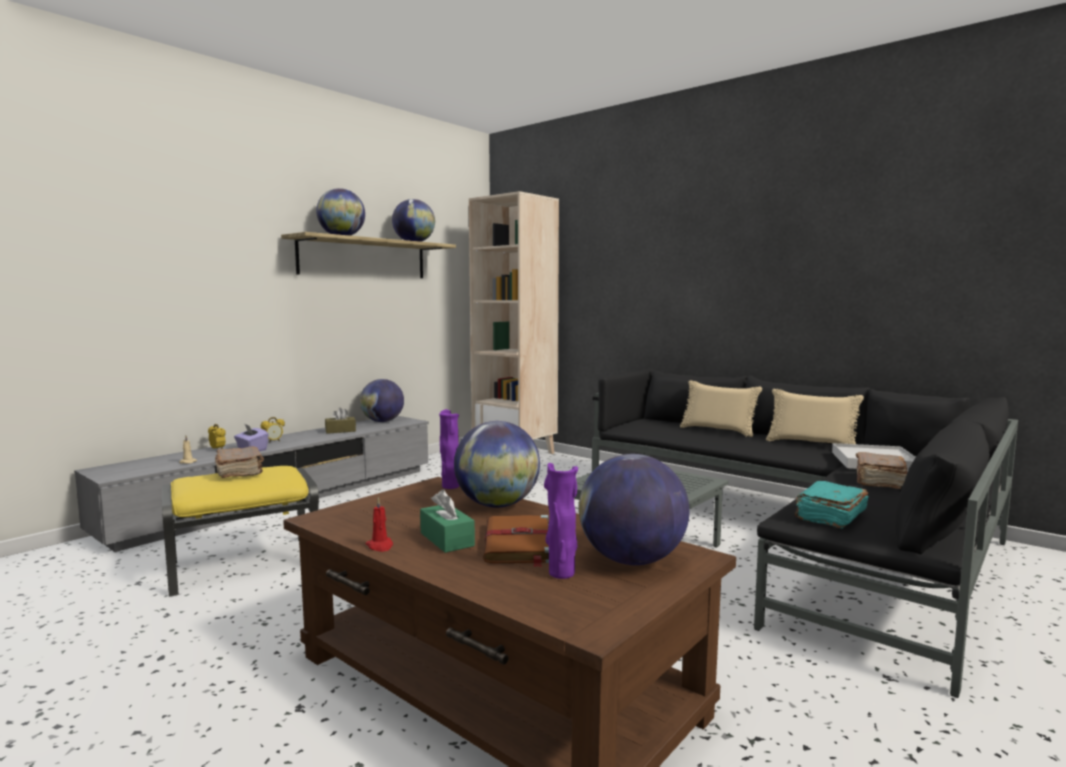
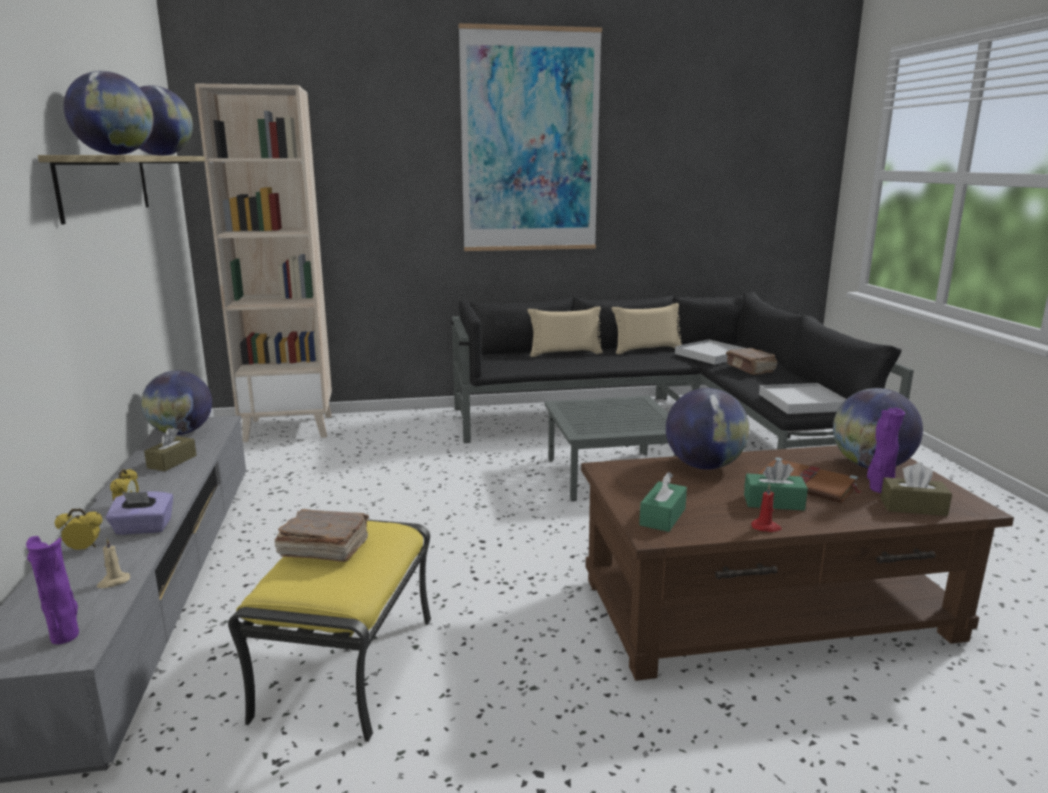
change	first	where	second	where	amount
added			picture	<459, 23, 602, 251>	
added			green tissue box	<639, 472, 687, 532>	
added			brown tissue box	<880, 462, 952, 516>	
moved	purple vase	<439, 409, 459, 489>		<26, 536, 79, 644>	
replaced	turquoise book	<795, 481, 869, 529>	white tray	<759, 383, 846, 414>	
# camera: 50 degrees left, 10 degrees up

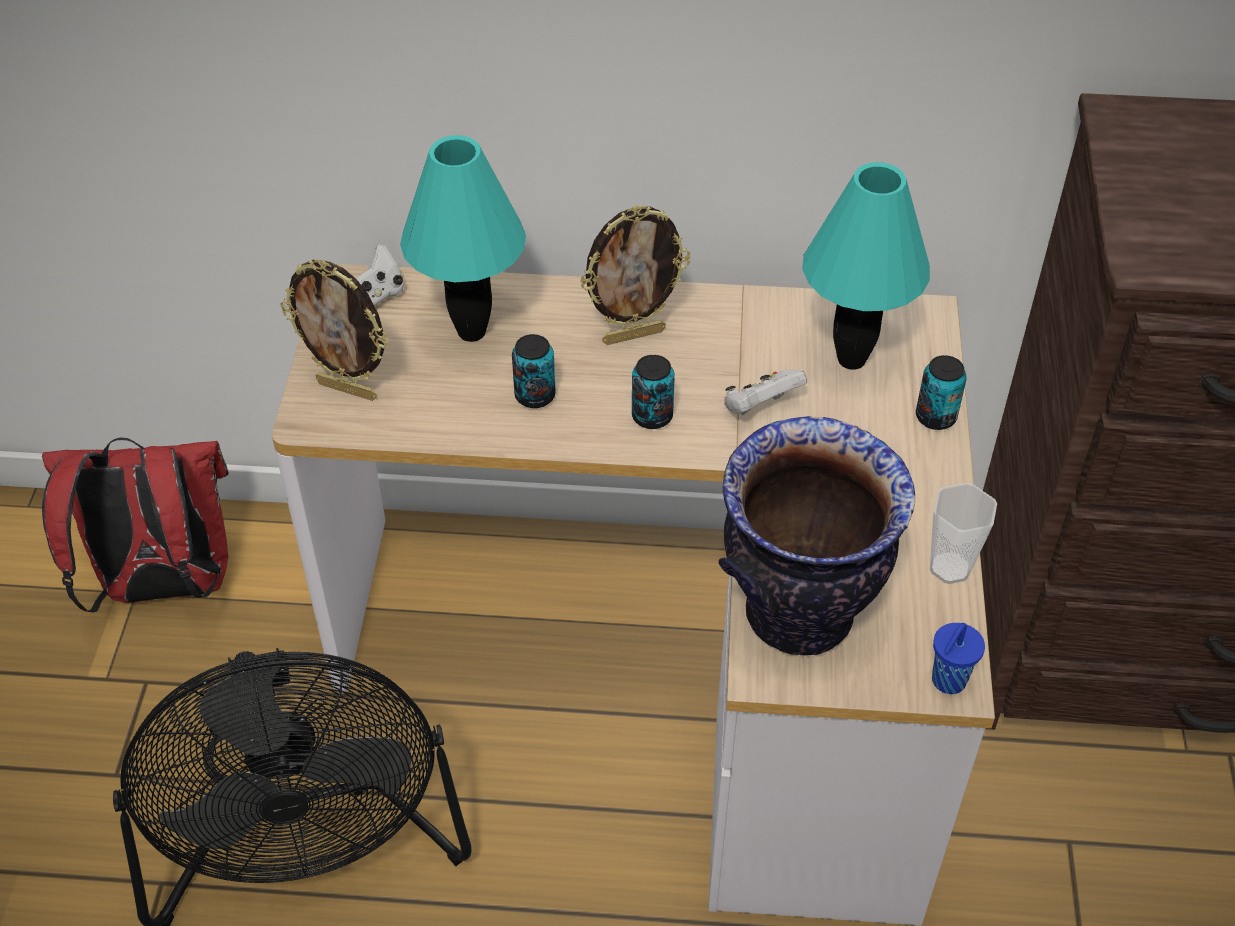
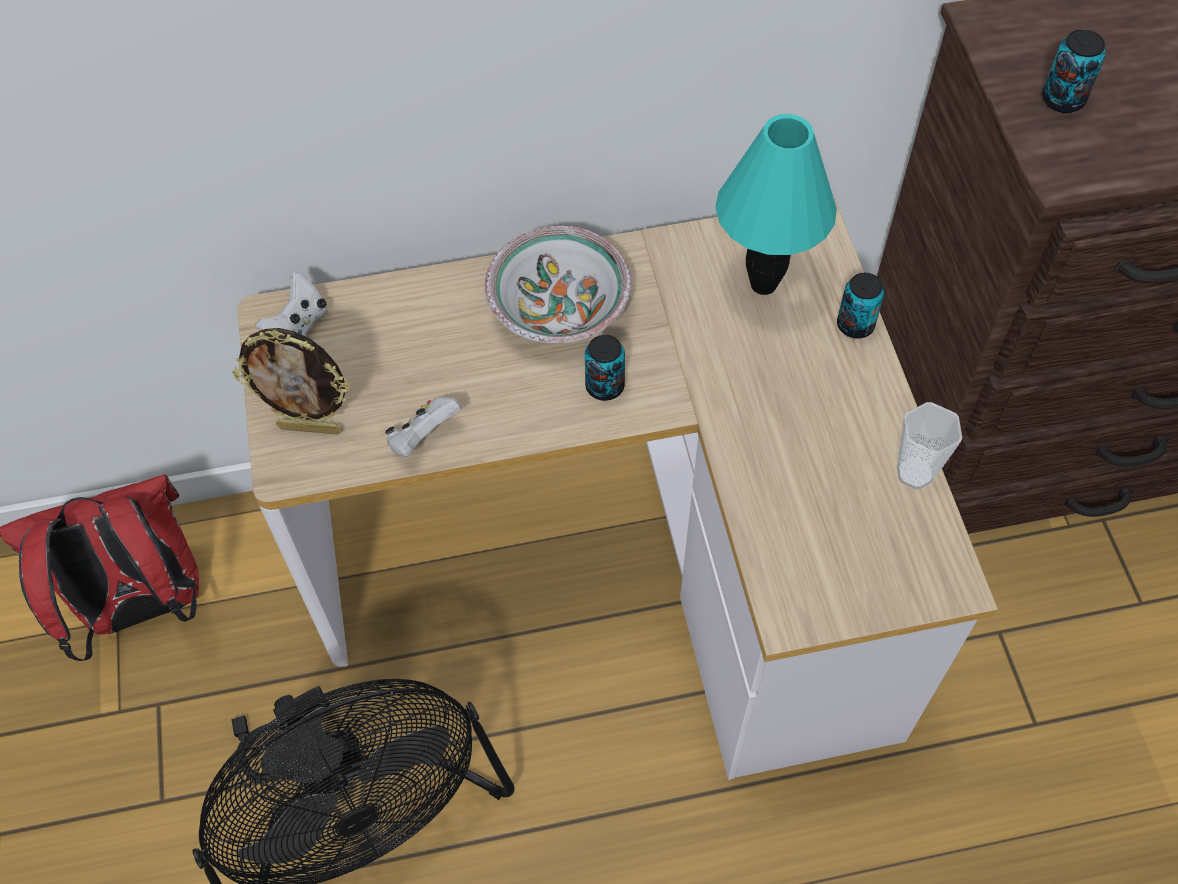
change	first	where	second	where	amount
removed	turquoise table lamp	<400, 135, 526, 342>			
removed	vase	<719, 416, 915, 656>			
removed	blue cup	<932, 623, 985, 694>			
moved	can	<512, 334, 556, 408>		<1042, 29, 1106, 113>	
moved	white game controller	<724, 370, 807, 415>		<385, 397, 461, 457>	
replaced	picture frame	<580, 205, 691, 345>	bowl	<485, 226, 632, 343>	
# camera: 15 degrees left, 10 degrees up

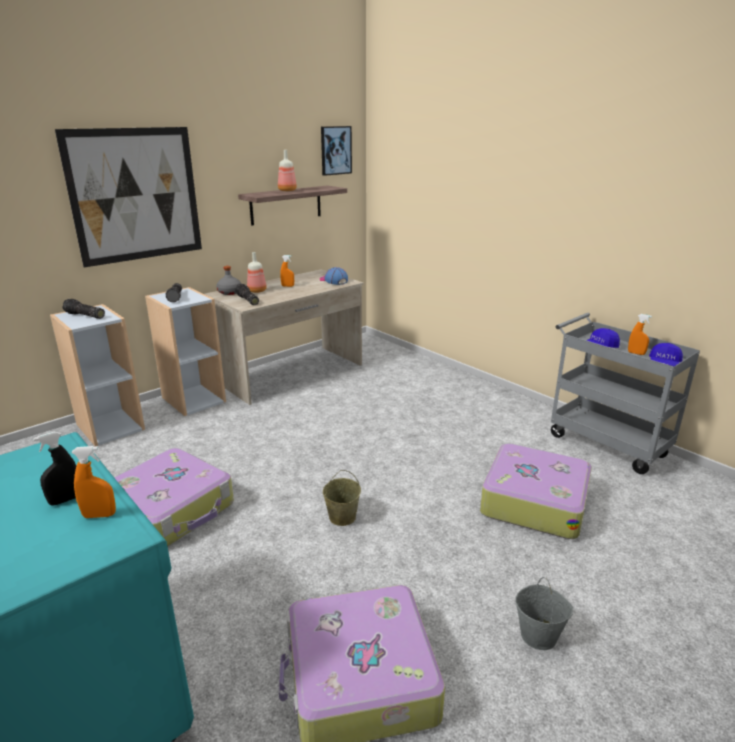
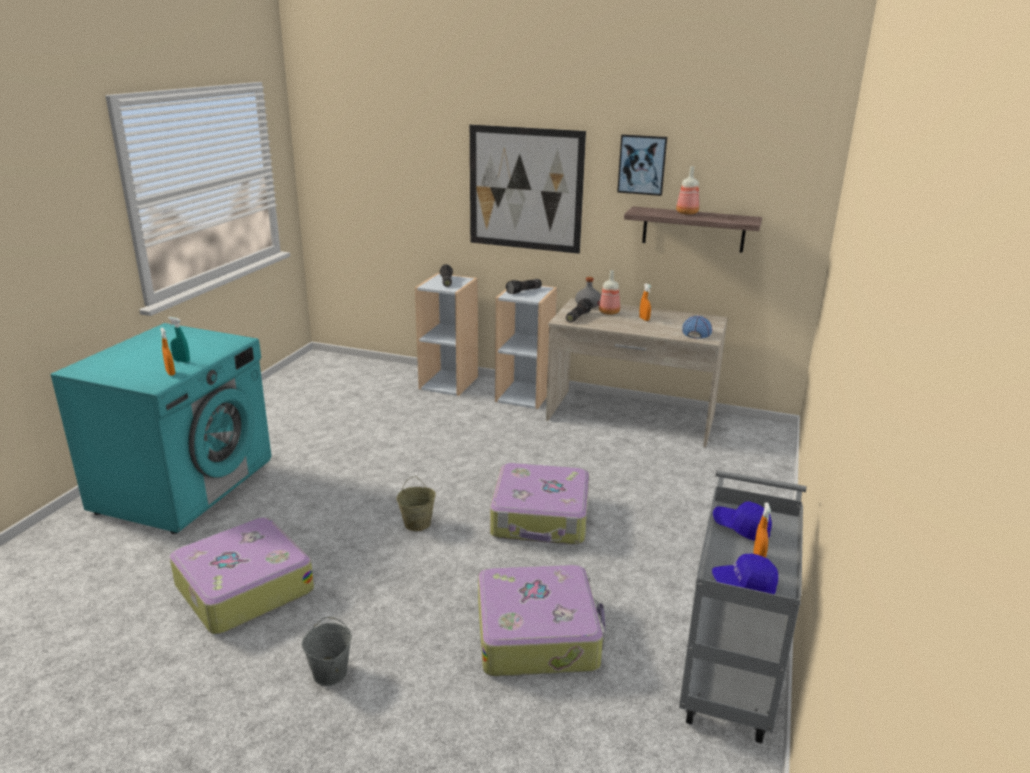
change	first	where	second	where	amount
moved	suitcase	<114, 448, 234, 546>		<490, 463, 589, 545>	
moved	picture	<321, 126, 352, 176>		<617, 134, 667, 196>	
recoloured	black spray bottle	<33, 432, 76, 505>	turquoise spray bottle	<168, 317, 190, 363>	
# camera: 60 degrees right, 0 degrees up

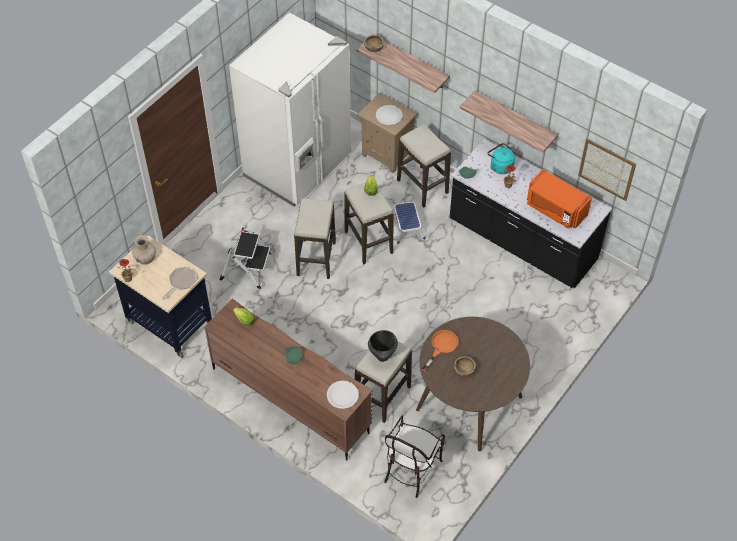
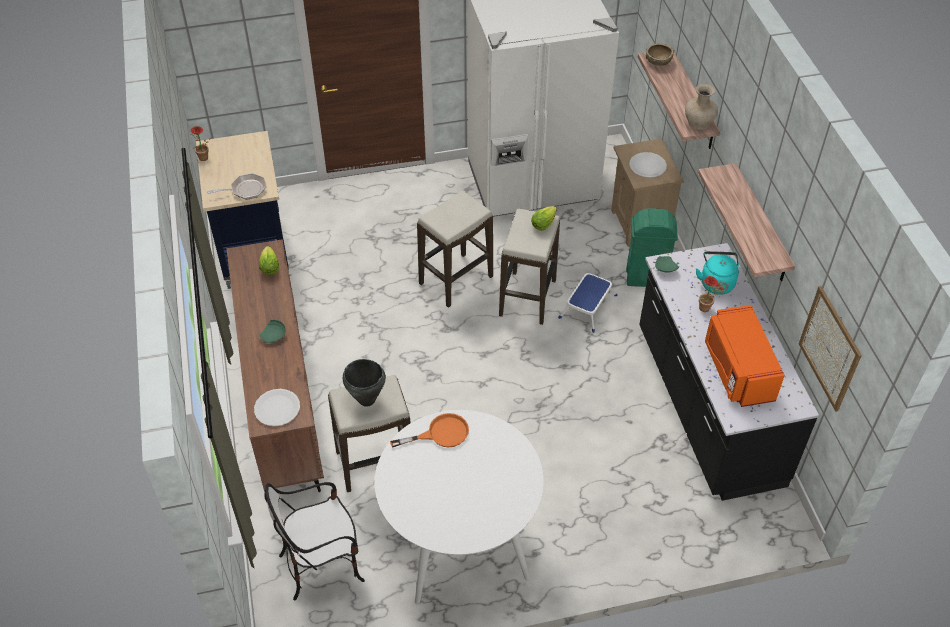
change	first	where	second	where	amount
removed	step ladder	<220, 227, 271, 289>			
removed	brown bowl	<453, 356, 477, 377>			
moved	beige vase	<132, 235, 156, 265>		<685, 84, 718, 130>	
replaced	stool	<397, 124, 451, 208>	green trash can	<626, 208, 678, 287>	
recoloured	brown dining table	<416, 317, 530, 451>	white dining table	<375, 410, 544, 604>	
# camera: 40 degrees right, 5 degrees down

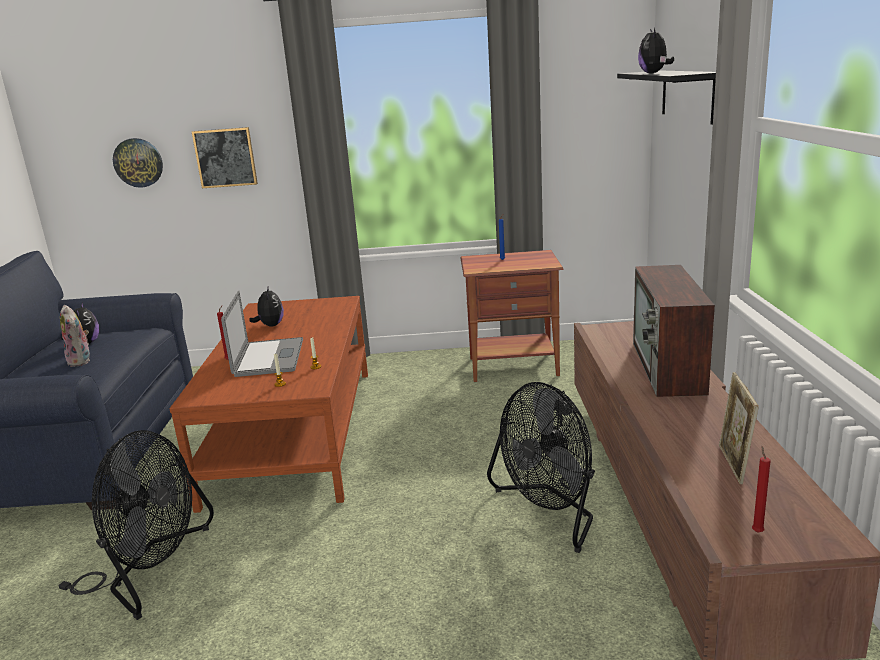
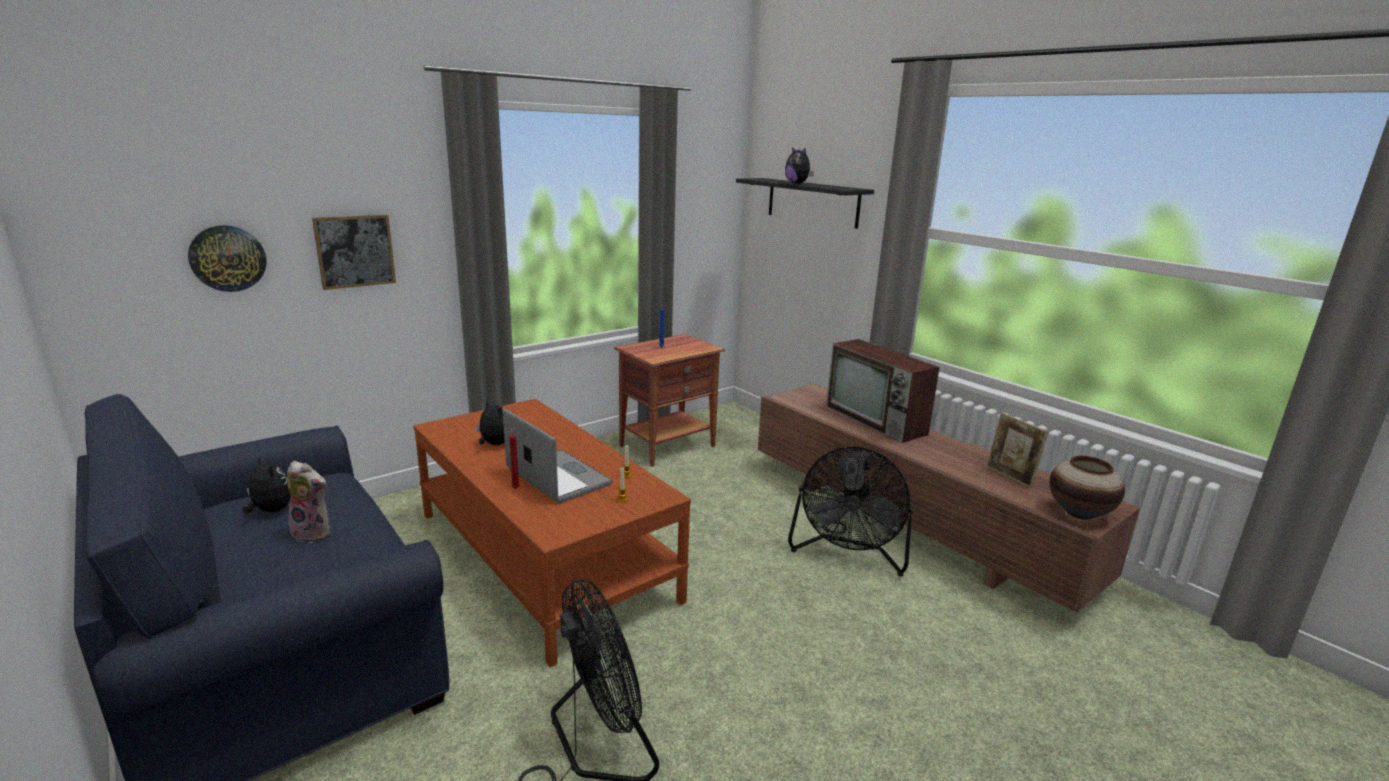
change	first	where	second	where	amount
replaced	red candle	<752, 446, 770, 533>	vase	<1049, 456, 1125, 520>	
# camera: 40 degrees left, 0 degrees up

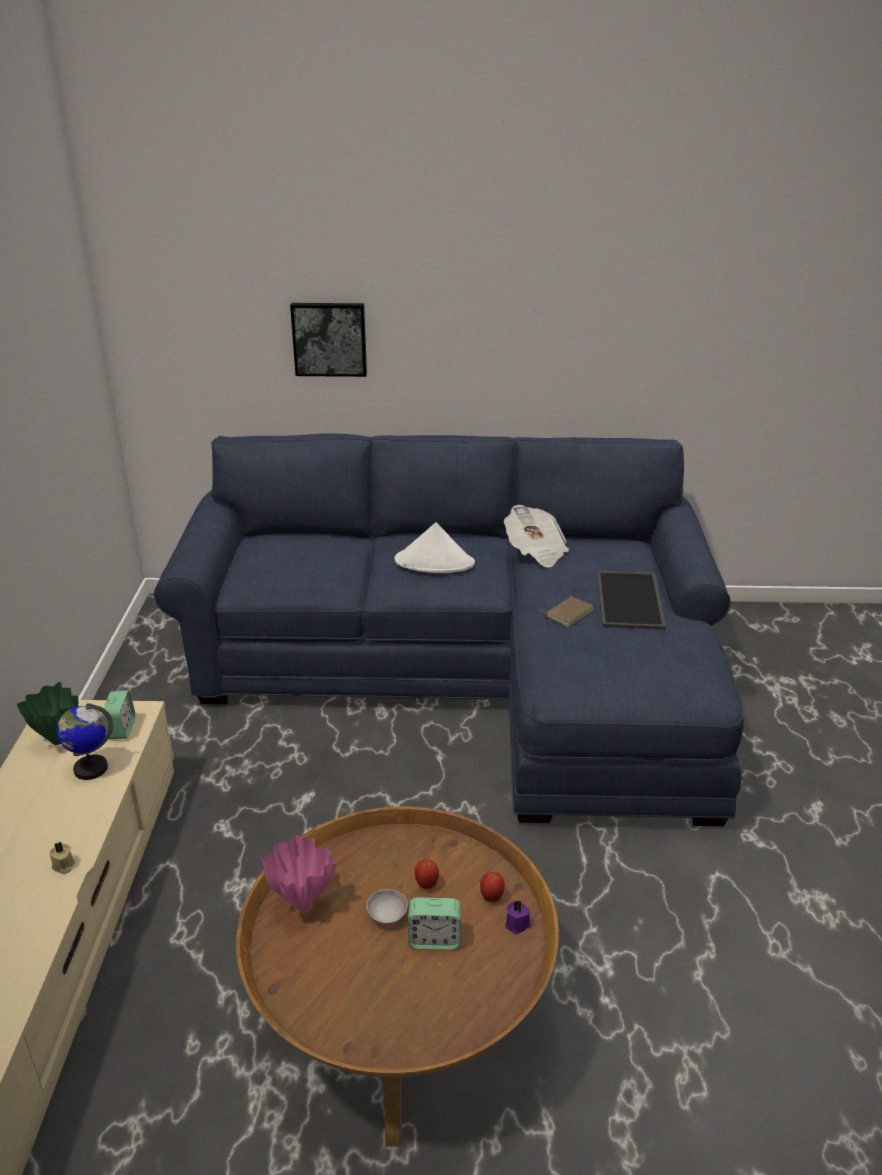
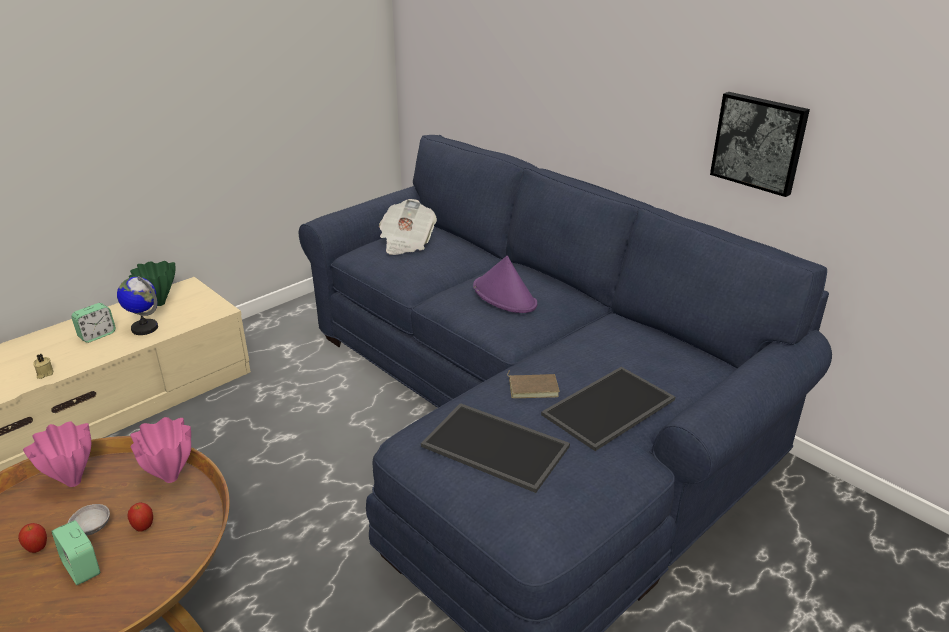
change	first	where	second	where	amount
removed	purple candle	<505, 901, 531, 934>			
added			pink vase	<130, 417, 191, 483>	
added			tray	<421, 403, 570, 493>	
moved	alarm clock	<102, 690, 135, 739>		<71, 303, 116, 343>	
moved	picture	<290, 303, 367, 377>		<710, 92, 810, 197>	
moved	apple	<480, 872, 505, 902>		<18, 523, 47, 553>	
moved	newspaper	<504, 505, 569, 568>		<379, 199, 437, 255>	
recoloured	white hat	<395, 522, 475, 573>	purple hat	<473, 256, 537, 313>	
# camera: 45 degrees right, 0 degrees up

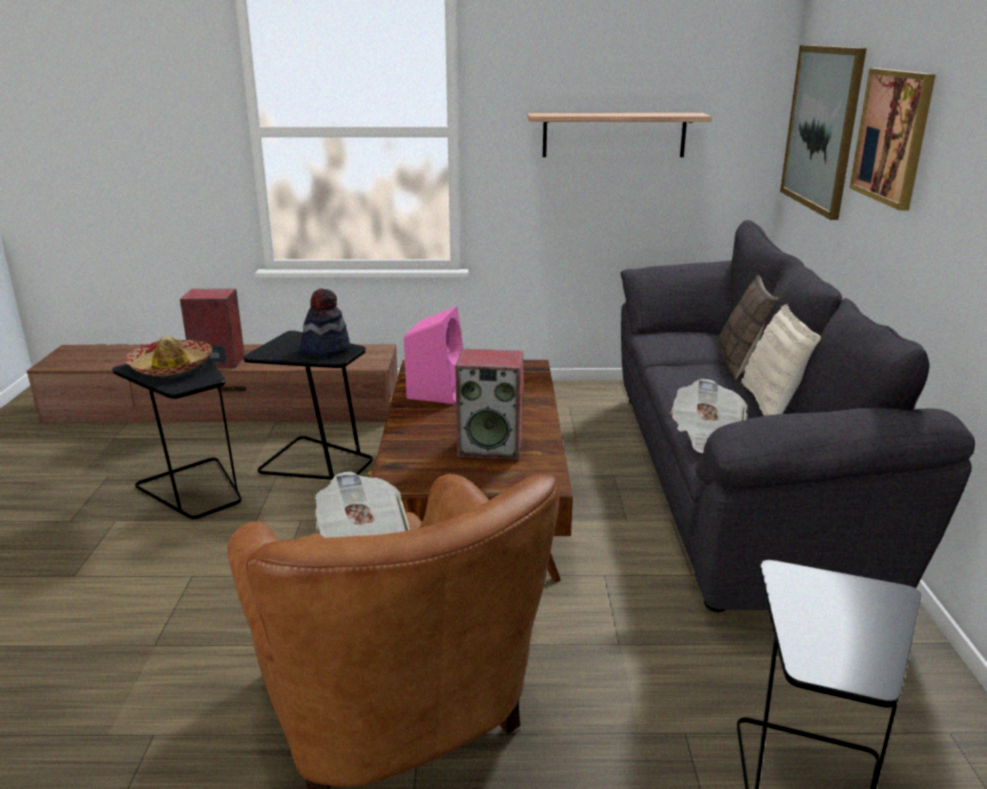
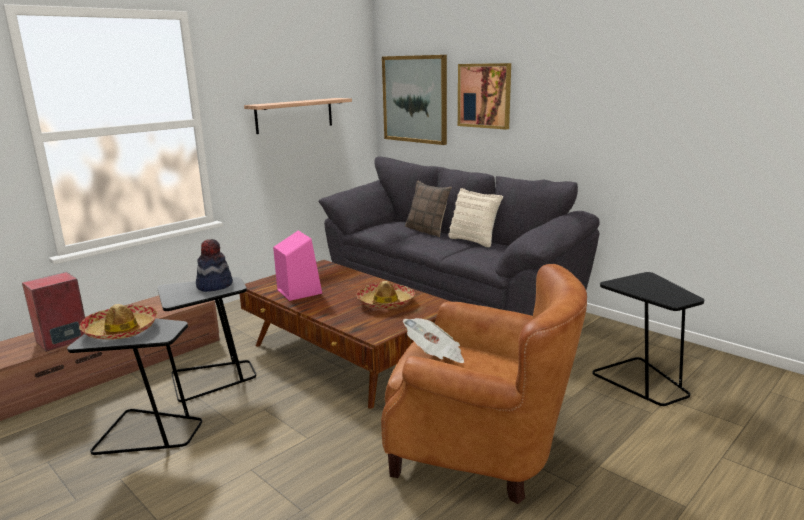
change	first	where	second	where	amount
removed	newspaper	<671, 379, 747, 453>			
replaced	speaker	<455, 349, 523, 460>	hat	<356, 281, 415, 309>	
# camera: 45 degrees left, 5 degrees down

